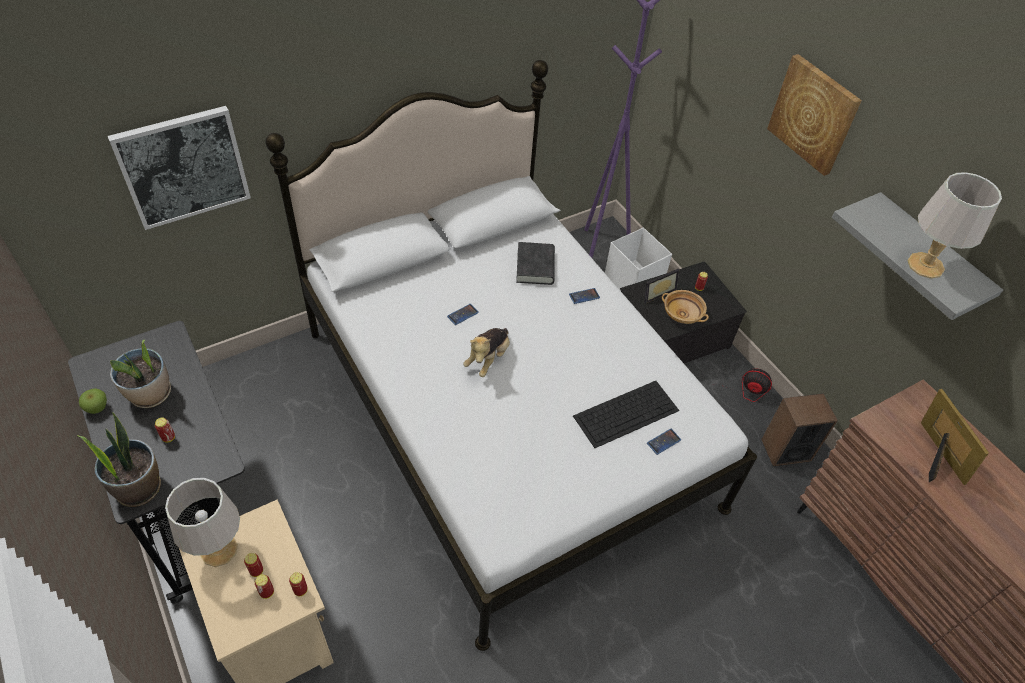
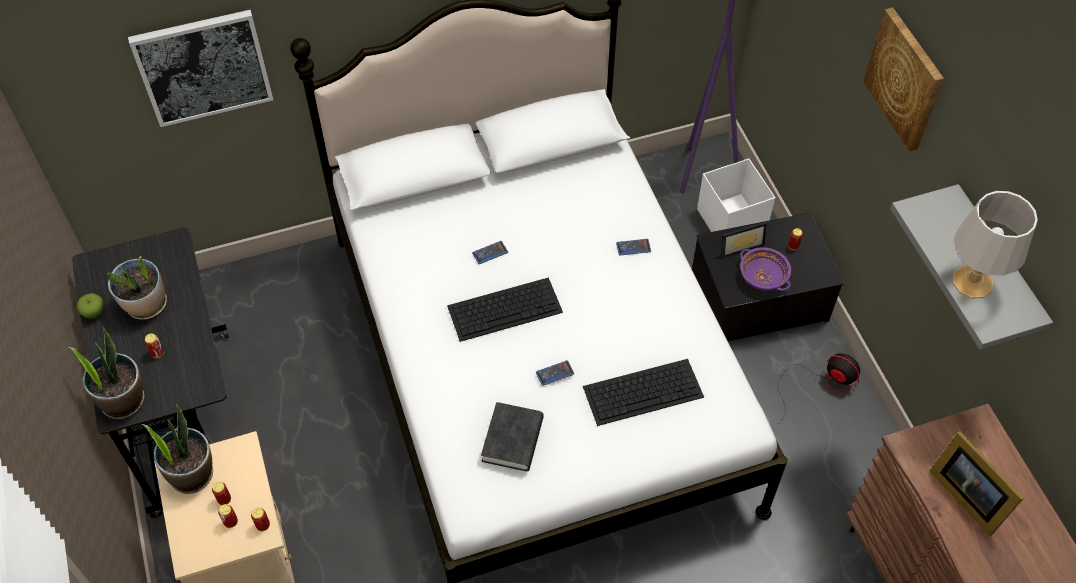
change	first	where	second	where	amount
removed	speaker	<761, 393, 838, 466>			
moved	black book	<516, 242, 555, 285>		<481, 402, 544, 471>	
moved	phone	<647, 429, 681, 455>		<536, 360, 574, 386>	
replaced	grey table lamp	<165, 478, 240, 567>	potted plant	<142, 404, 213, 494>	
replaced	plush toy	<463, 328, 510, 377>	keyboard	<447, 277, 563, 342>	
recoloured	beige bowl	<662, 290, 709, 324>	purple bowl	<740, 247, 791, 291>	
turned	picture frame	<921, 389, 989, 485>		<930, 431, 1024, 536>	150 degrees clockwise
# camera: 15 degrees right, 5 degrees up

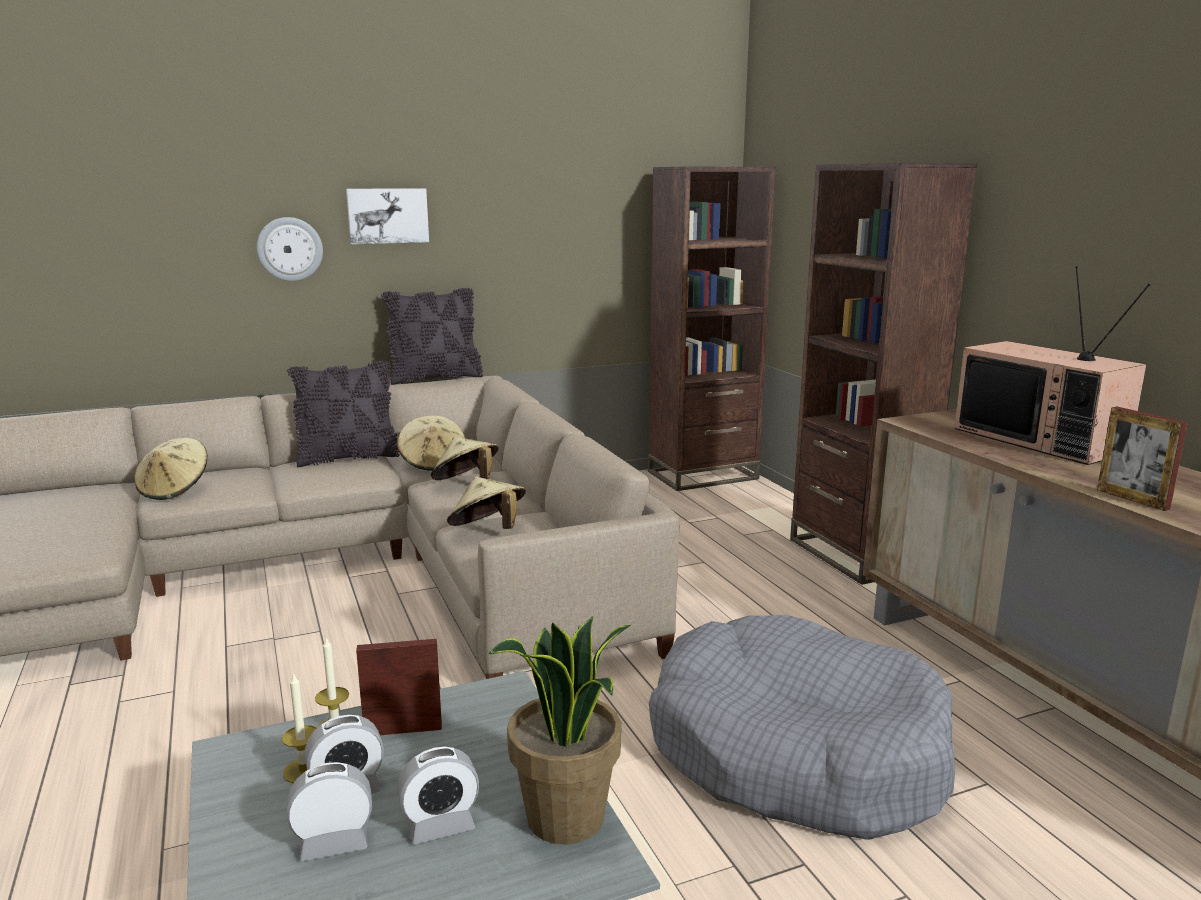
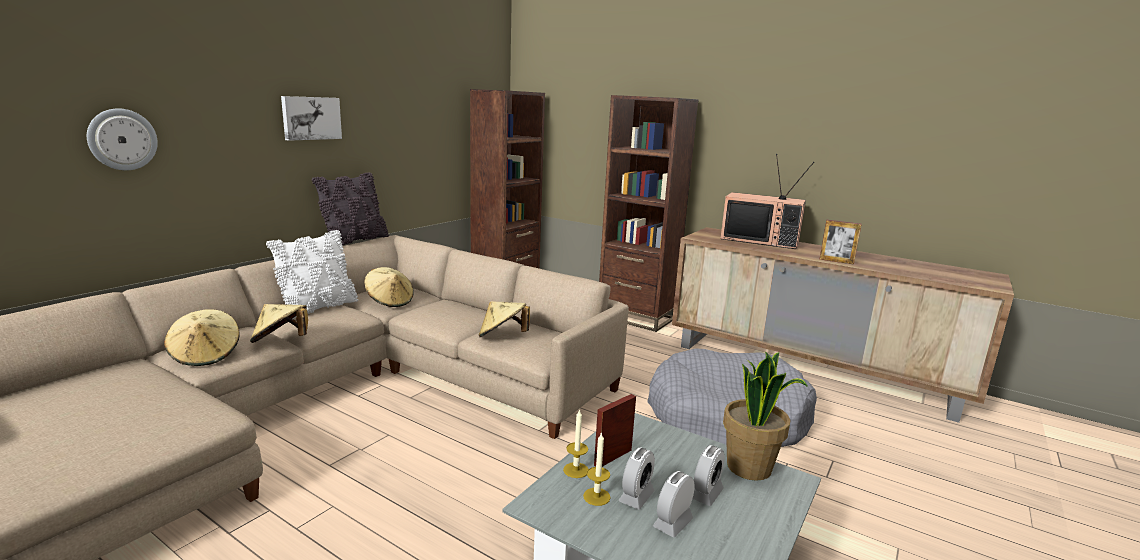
change	first	where	second	where	amount
moved	wall clock	<257, 217, 323, 281>		<87, 108, 158, 170>	
moved	beige hat	<431, 437, 499, 480>		<250, 304, 308, 343>	
recoloured	black pillow	<287, 360, 400, 467>	white pillow	<266, 230, 358, 319>	
# camera: 35 degrees left, 0 degrees up

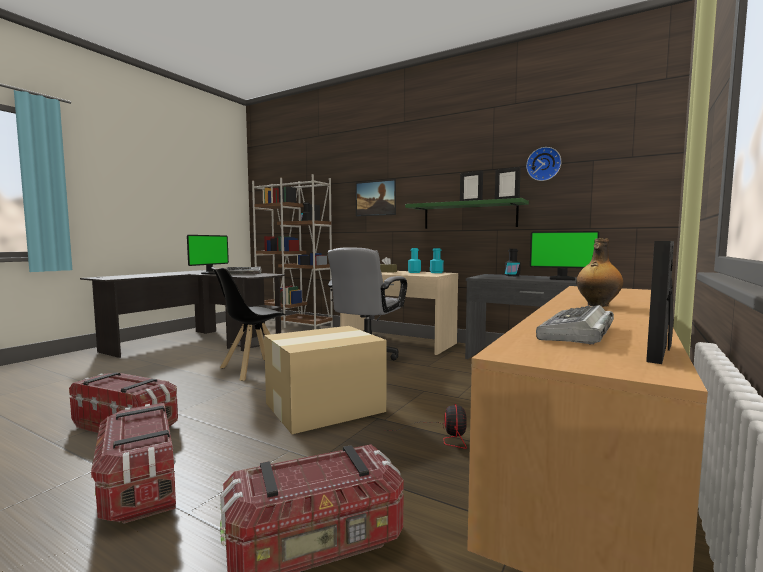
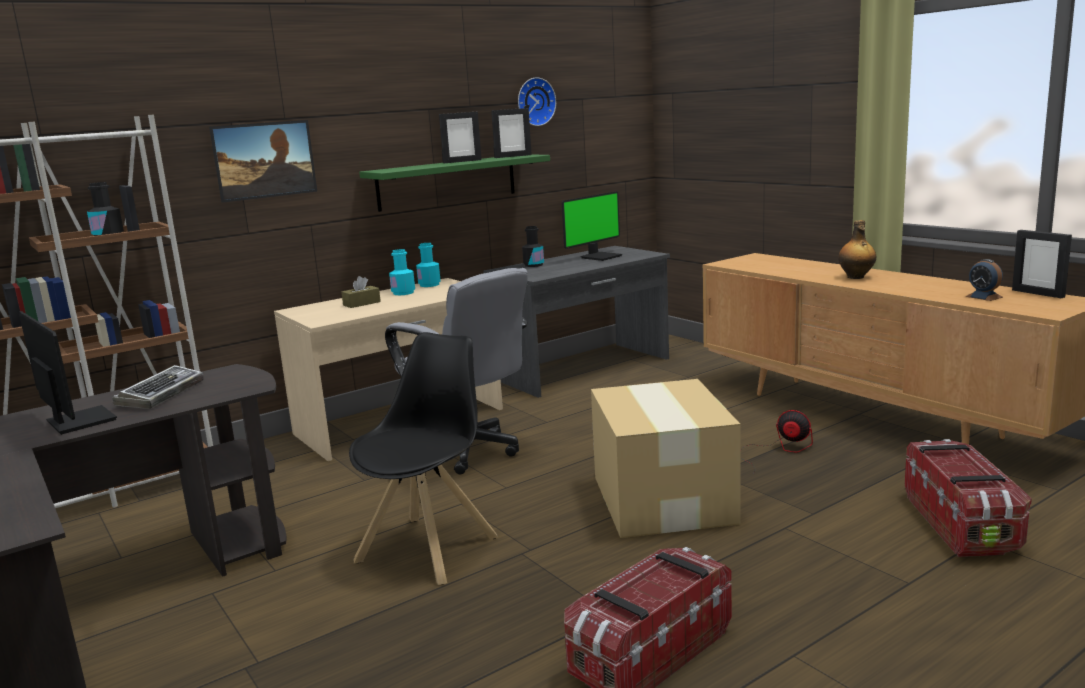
change	first	where	second	where	amount
removed	storage box	<91, 403, 176, 523>			
replaced	keyboard	<536, 305, 614, 344>	alarm clock	<965, 259, 1003, 301>	
turned	black chair	<211, 267, 285, 381>		<349, 332, 498, 585>	135 degrees counterclockwise
# camera: 65 degrees left, 10 degrees up

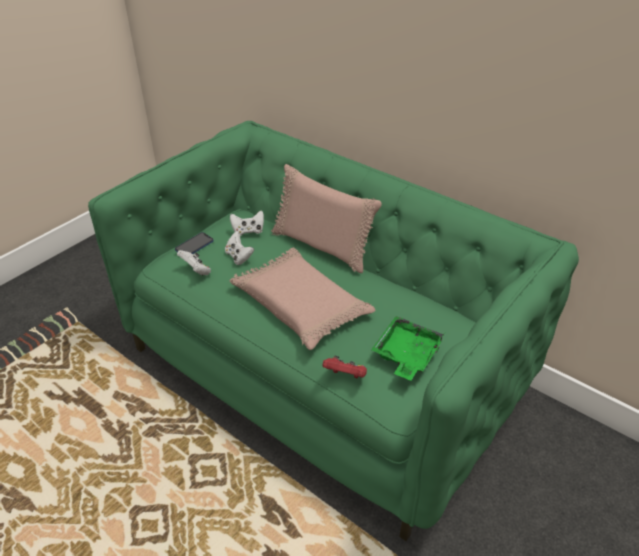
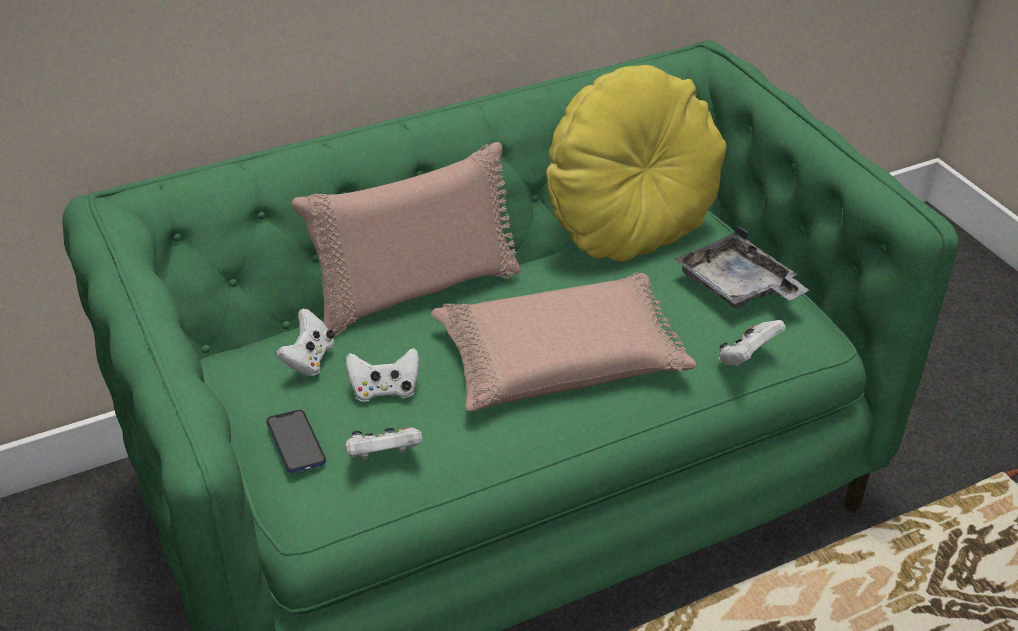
change	first	where	second	where	amount
added			yellow pillow	<546, 65, 726, 262>	
recoloured	red game controller	<322, 356, 367, 378>	white game controller	<719, 320, 786, 367>	
recoloured	green tray	<371, 316, 445, 380>	grey tray	<674, 226, 809, 308>	
# camera: 65 degrees left, 0 degrees up

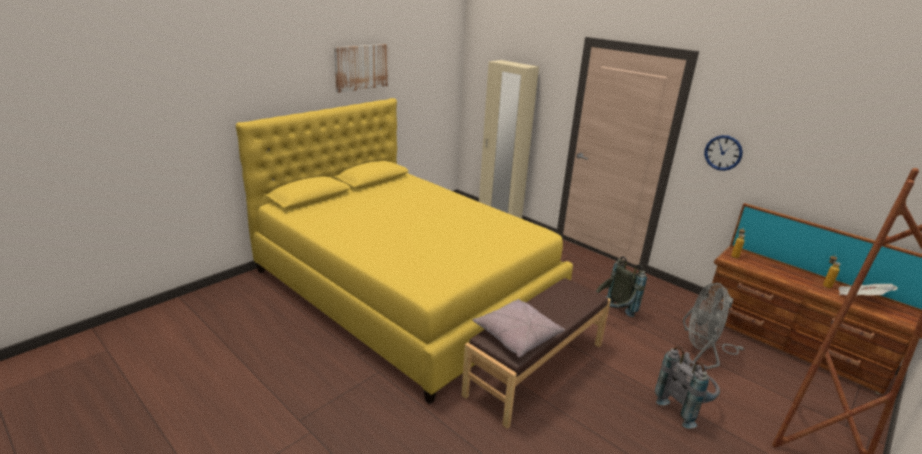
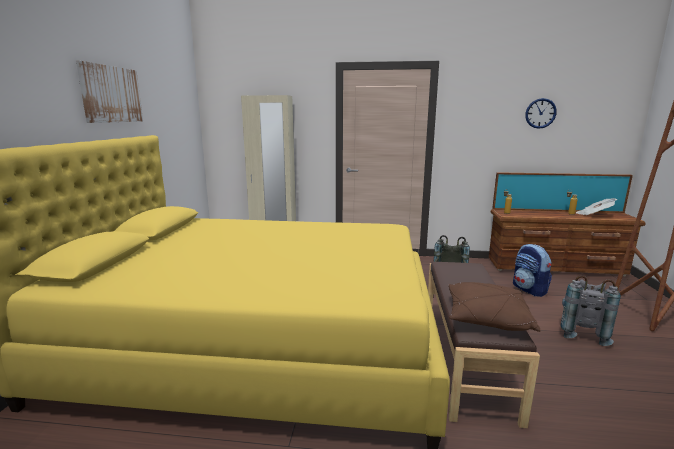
change	first	where	second	where	amount
moved	wall clock	<704, 135, 743, 171>		<525, 98, 557, 129>	
replaced	grey fan	<683, 283, 744, 369>	backpack	<513, 244, 552, 297>	
recoloured	purple pillow	<472, 299, 565, 358>	brown pillow	<448, 282, 541, 332>	
# camera: 35 degrees left, 10 degrees down

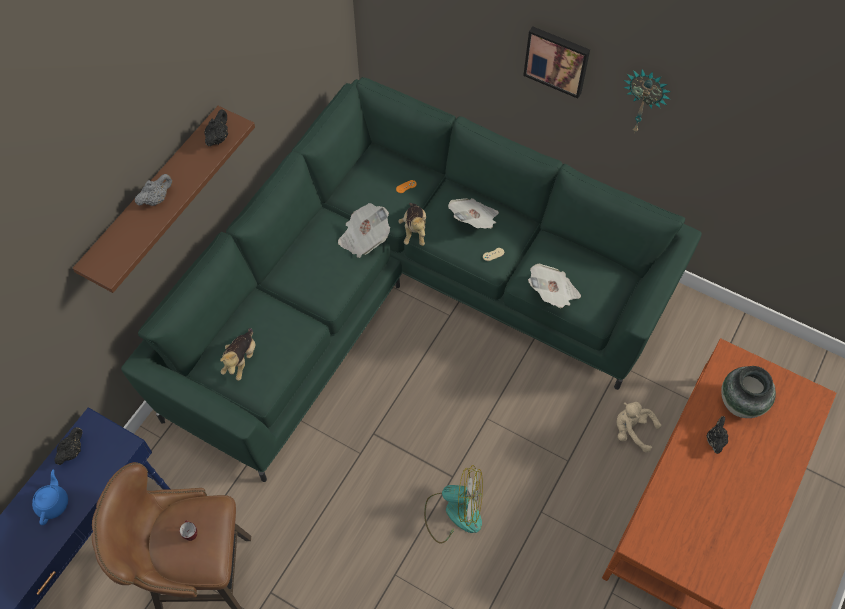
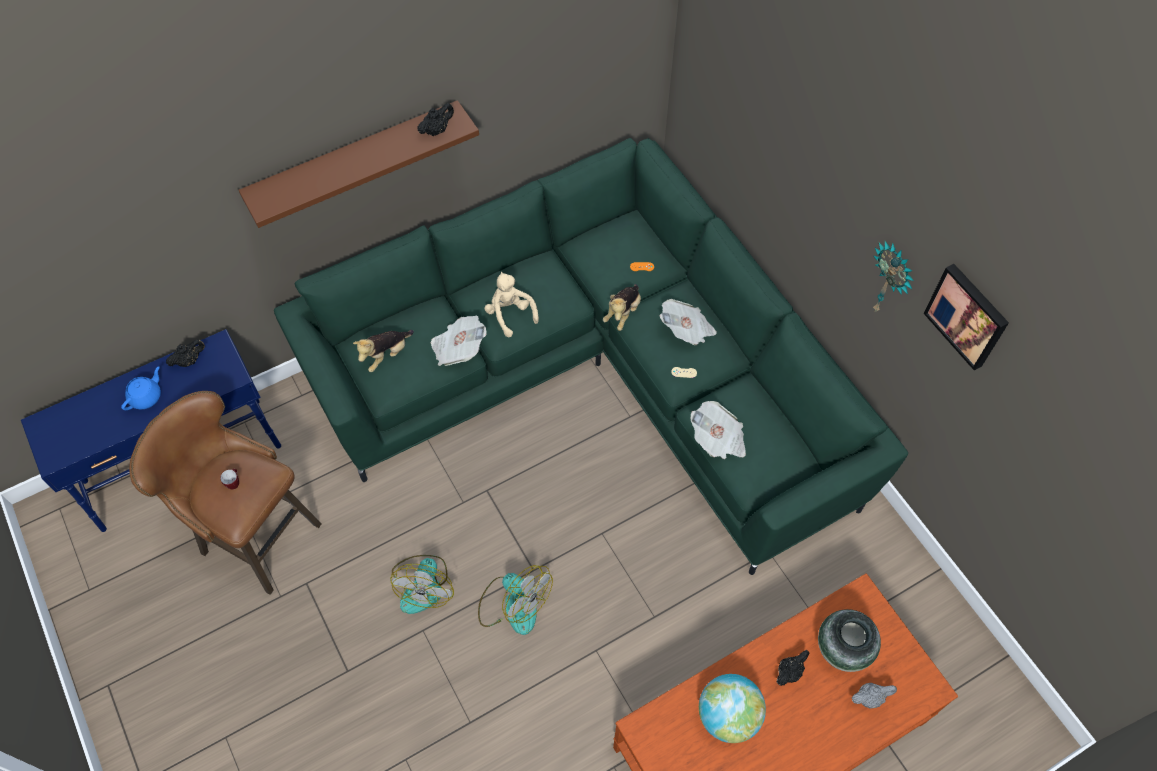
change	first	where	second	where	amount
added			fan	<390, 555, 454, 614>	
added			globe	<699, 674, 766, 743>	
moved	grey teapot	<135, 174, 172, 206>		<852, 683, 897, 709>	
moved	newspaper	<338, 203, 390, 258>		<430, 316, 487, 366>	
moved	picture	<523, 26, 590, 99>		<923, 264, 1009, 371>	
moved	beige plush toy	<617, 402, 662, 453>		<484, 272, 539, 338>	
# camera: 30 degrees right, 0 degrees up

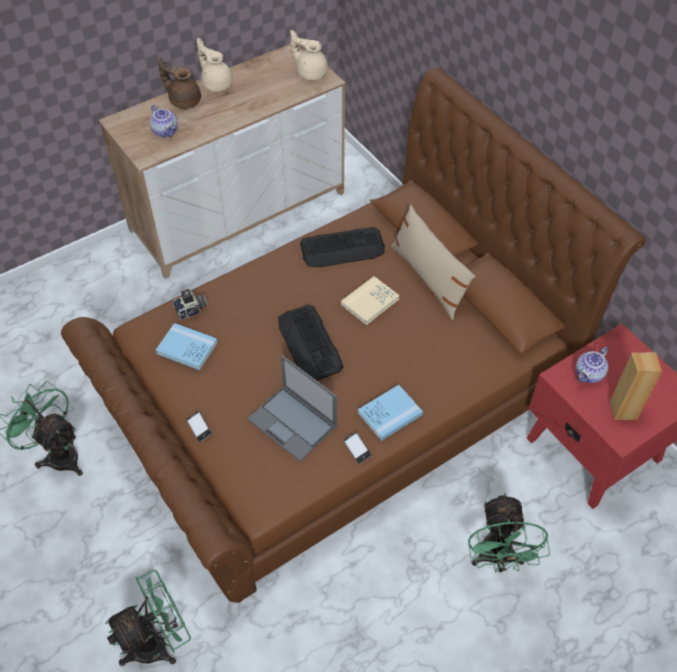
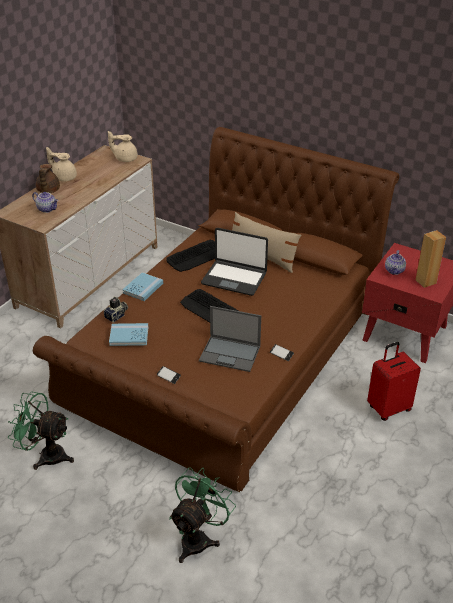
change	first	where	second	where	amount
moved	blue book	<358, 385, 423, 441>		<123, 272, 163, 301>	
replaced	beige book	<341, 276, 400, 325>	laptop	<201, 228, 268, 296>	
replaced	green fan	<468, 493, 550, 572>	red suitcase	<367, 342, 421, 421>	
turned	brown teapot	<158, 58, 201, 109>		<36, 164, 60, 193>	90 degrees counterclockwise
# camera: 25 degrees left, 15 degrees down

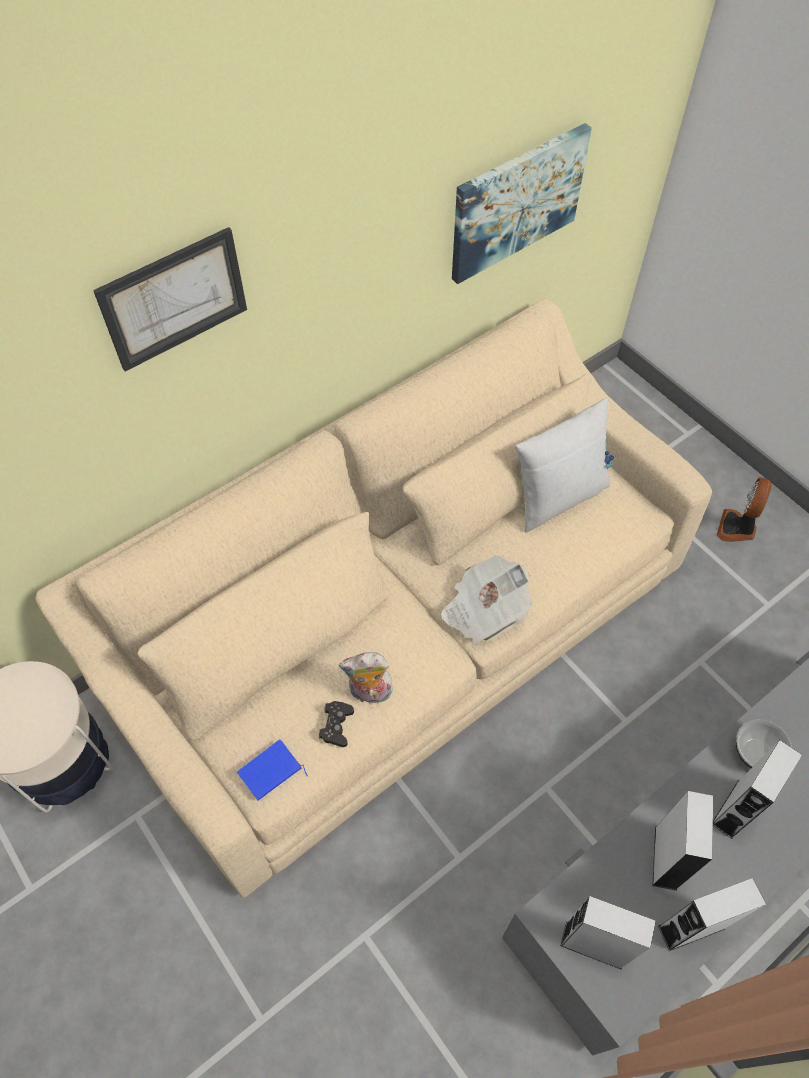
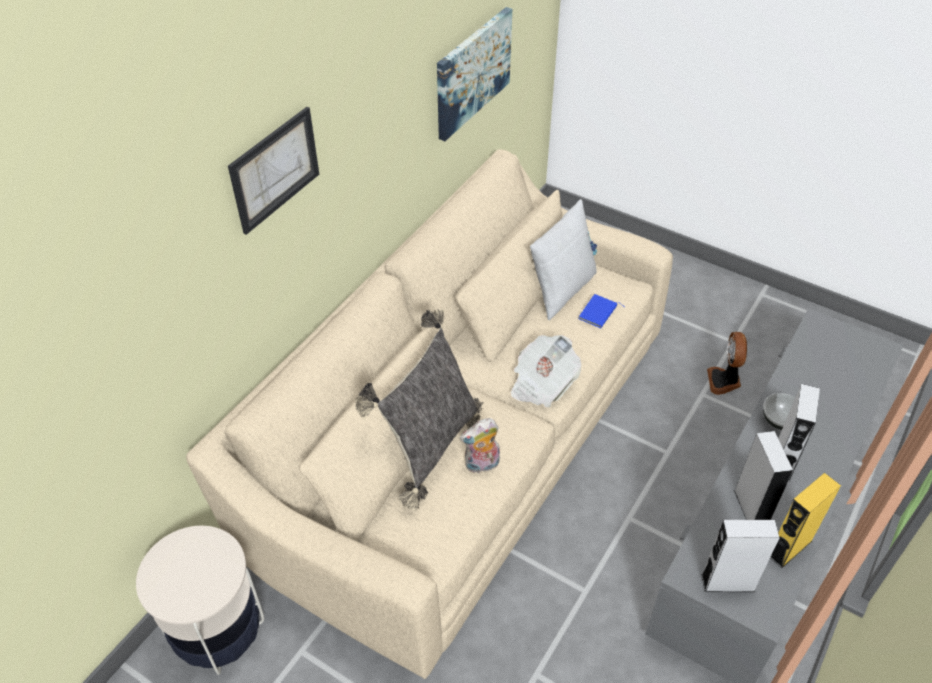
change	first	where	second	where	amount
removed	black game controller	<319, 701, 354, 747>			
added			pillow	<355, 309, 483, 511>	
moved	blue book	<237, 739, 308, 801>		<578, 294, 624, 328>	
moved	fan	<716, 477, 772, 542>		<707, 332, 747, 395>	
recoloured	grey speaker	<658, 878, 766, 951>	yellow speaker	<770, 473, 841, 568>	
# camera: 20 degrees left, 10 degrees down

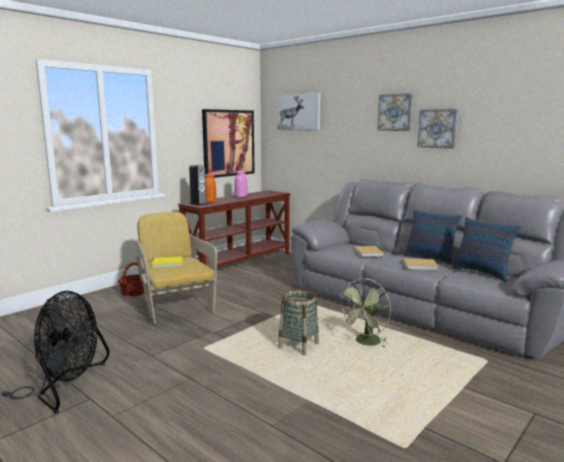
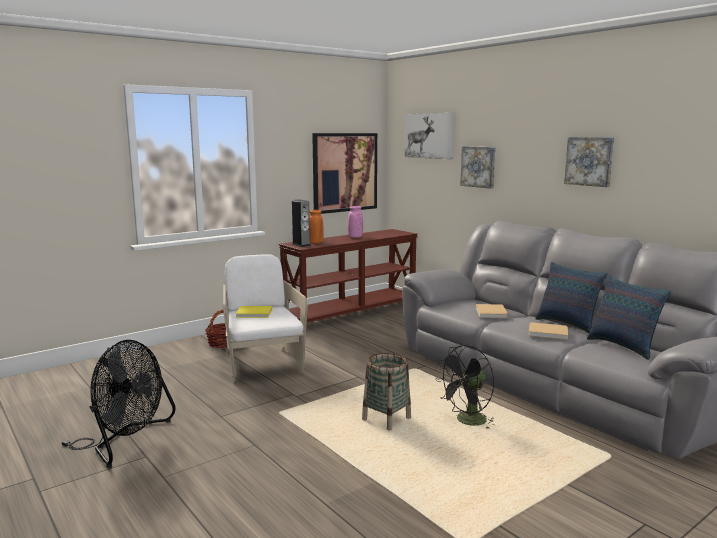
change	first	where	second	where	amount
moved	picture	<377, 93, 413, 131>		<460, 146, 496, 189>	
recoloured	yellow armchair	<136, 212, 217, 325>	white armchair	<223, 254, 308, 382>	
recoloured	green fan	<337, 278, 391, 348>	black fan	<435, 345, 494, 429>	
# camera: 10 degrees right, 0 degrees up

